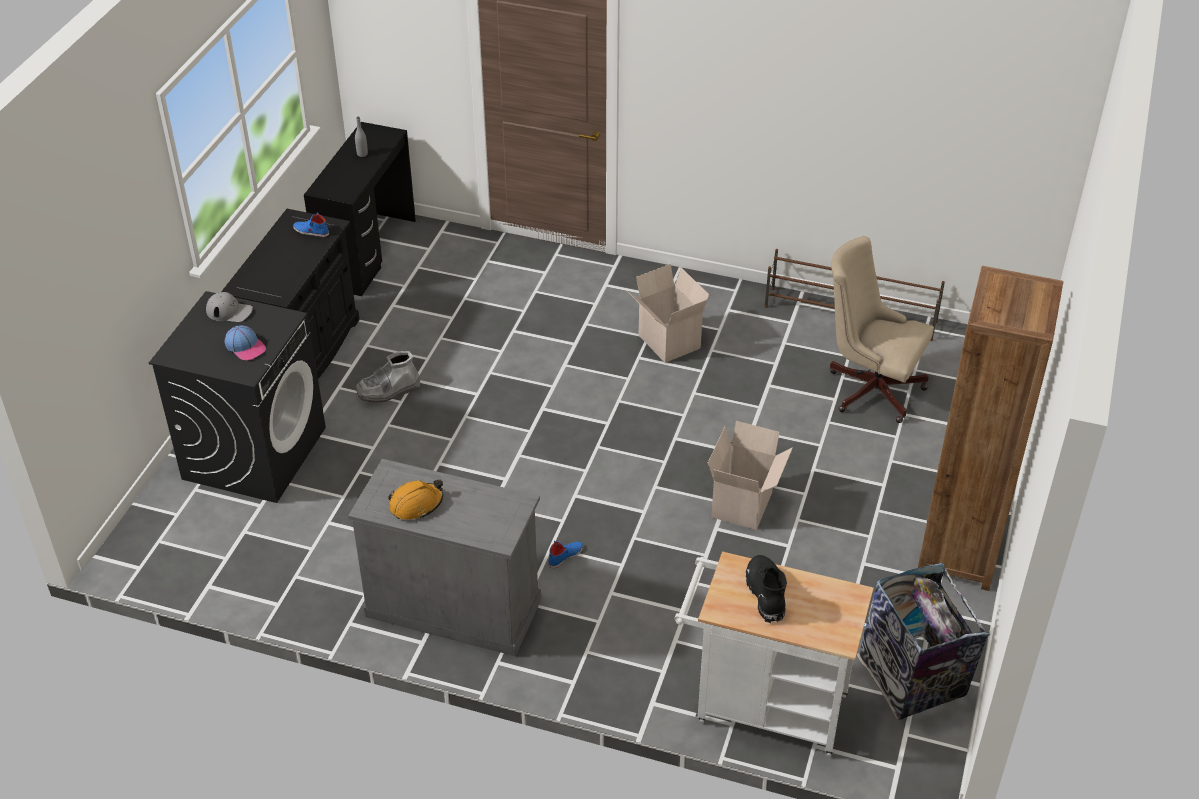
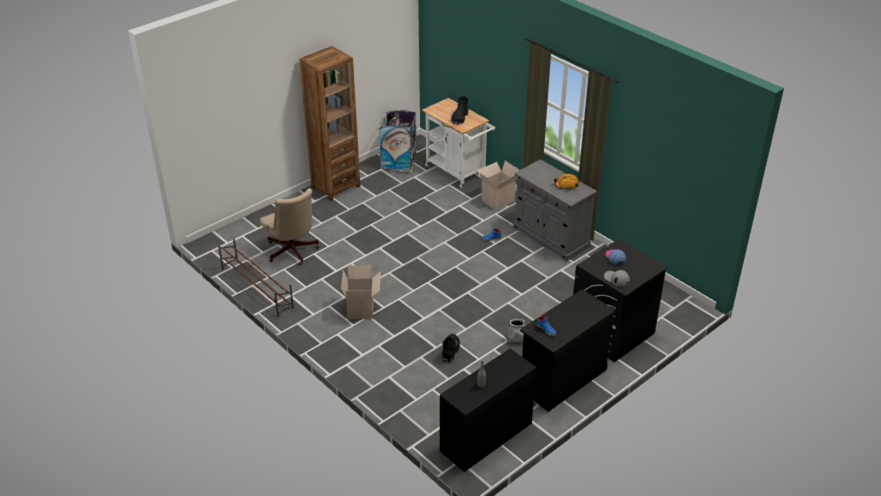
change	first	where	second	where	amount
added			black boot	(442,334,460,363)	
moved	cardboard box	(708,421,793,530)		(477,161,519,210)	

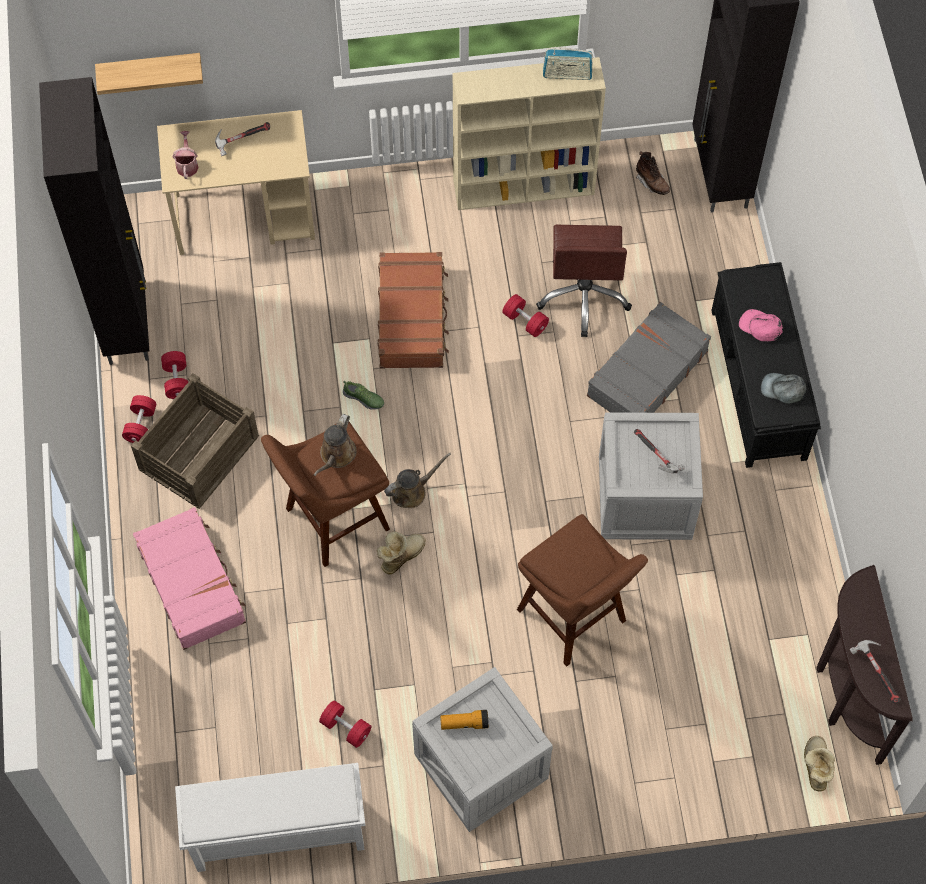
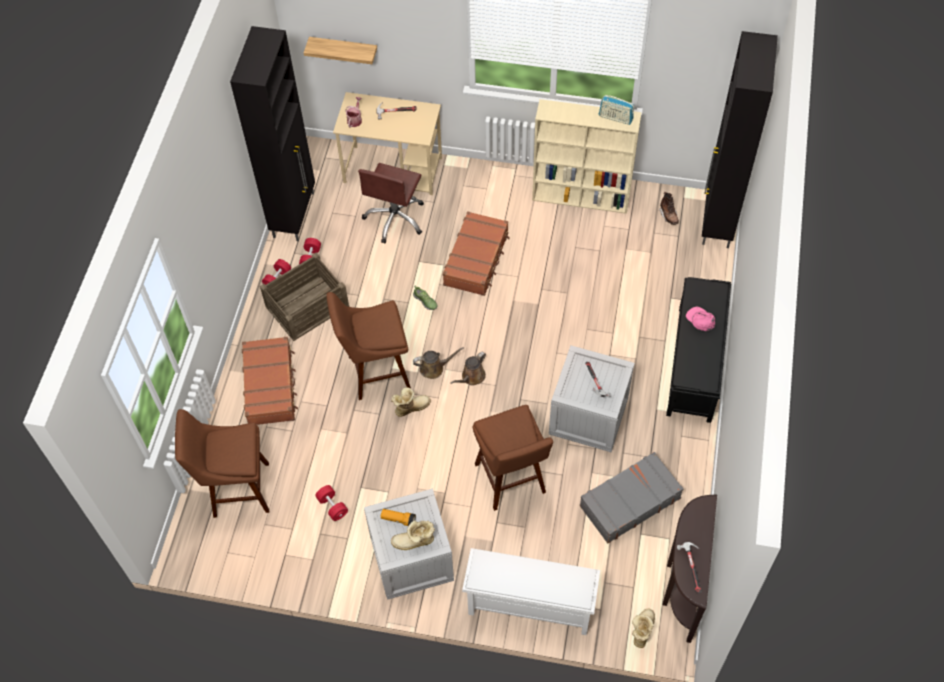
change	first	where	second	where	amount
removed	red dumbbell	(502,294,549,337)			
removed	grey cap	(761,373,806,404)			
added			brown stool	(175,409,269,518)	
added			boot	(391,521,435,550)	
moved	white shoe rack	(175,763,365,872)		(462,548,600,635)	
moved	brown watering can	(314,414,357,476)		(450,351,486,385)	
moved	brown office chair	(536,225,632,337)		(358,163,424,243)	
moved	grey suitcase	(587,302,711,413)		(580,452,684,543)	
recoloured	pink suitcase	(133,507,246,650)	brown suitcase	(242,337,298,425)	

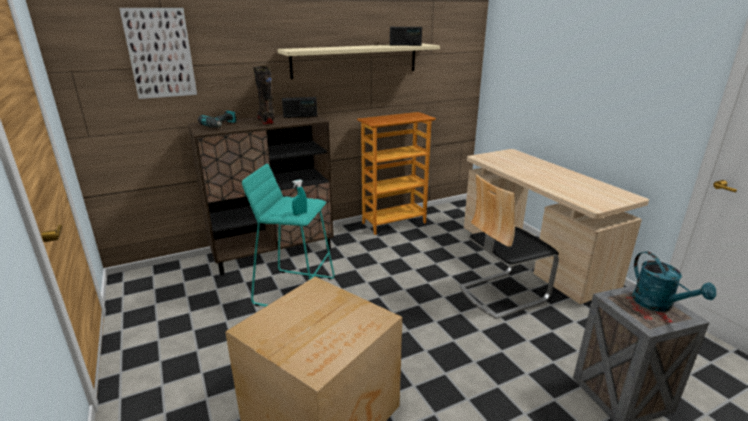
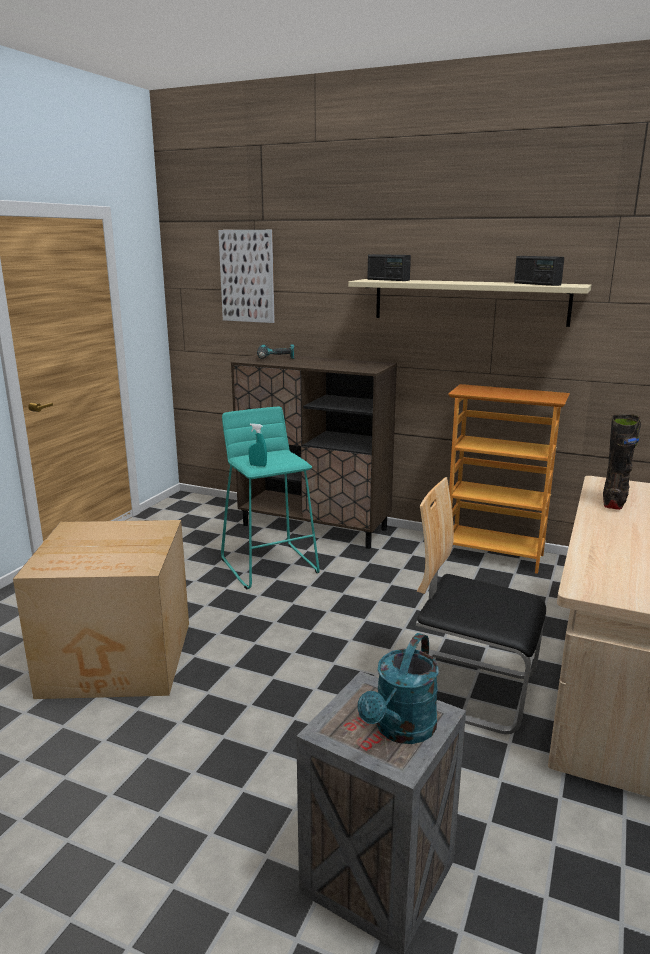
change	first	where	second	where	amount
moved	black boot	(253,66,275,124)		(603,414,641,510)	
moved	radio	(282,97,317,118)		(367,254,411,281)	

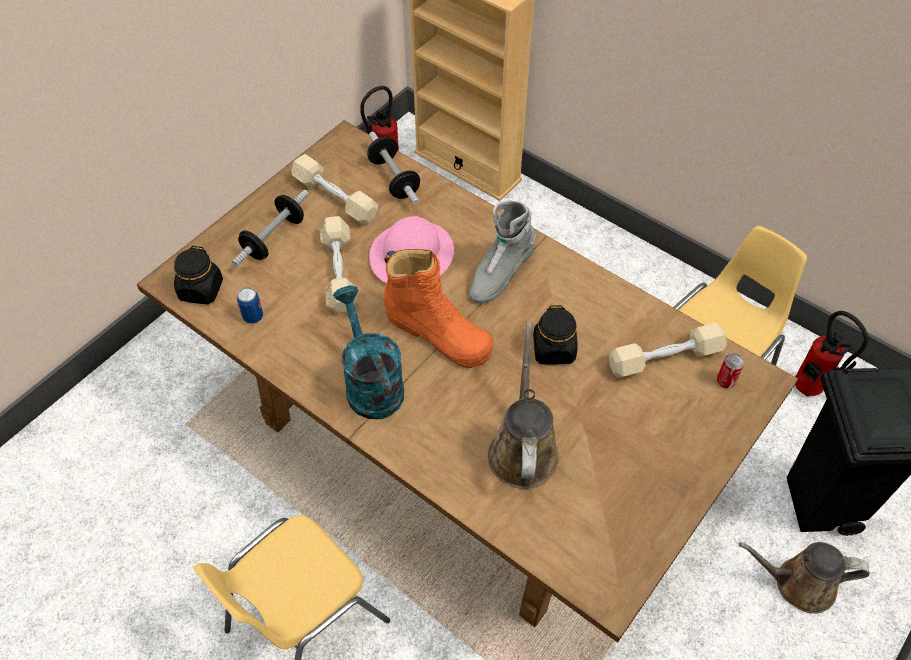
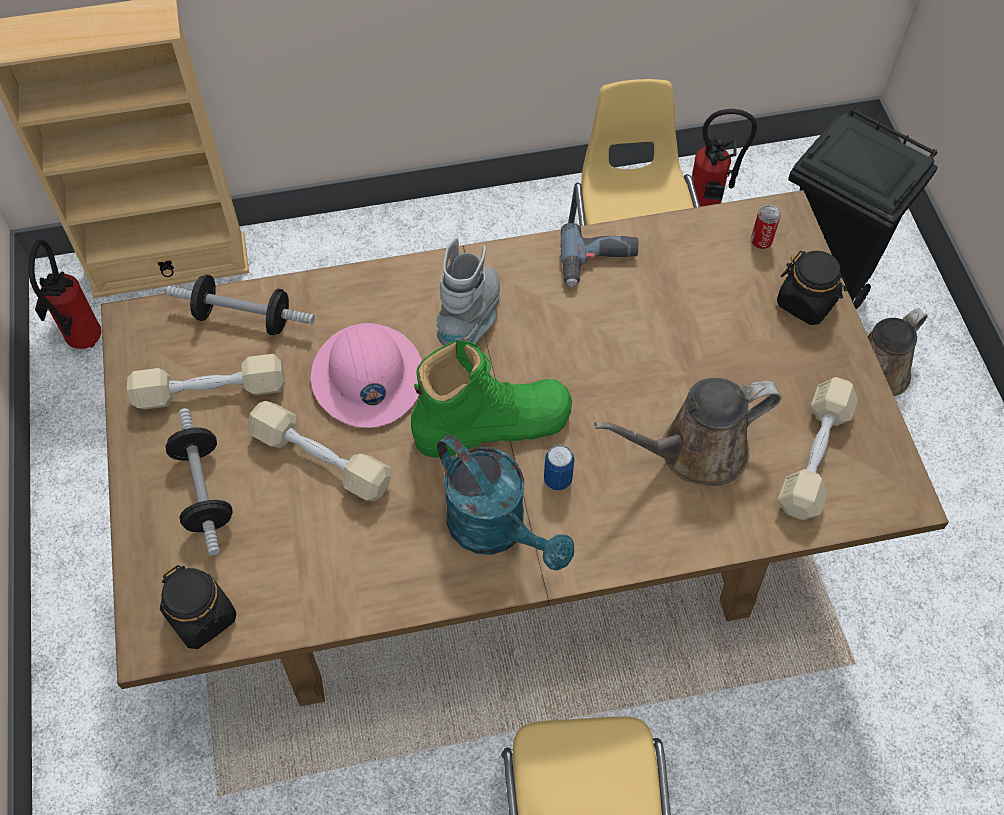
change	first	where	second	where	amount
added			power drill	(561,223,639,287)	
moved	can	(237,287,263,324)		(544,445,574,491)	
moved	black jar	(533,305,578,365)		(777,251,849,325)	
moved	beige dumbbell	(609,323,726,378)		(778,377,858,520)	
recoloured	orange boot	(384,249,493,368)	green boot	(411,340,572,458)	
turned	turquoise watering can	(333,285,404,419)		(437,434,574,570)	150 degrees counterclockwise
turned	grey boot	(470,200,536,304)		(436,237,500,345)	150 degrees counterclockwise
turned	brown watering can	(488,322,559,489)		(594,378,781,486)	60 degrees counterclockwise

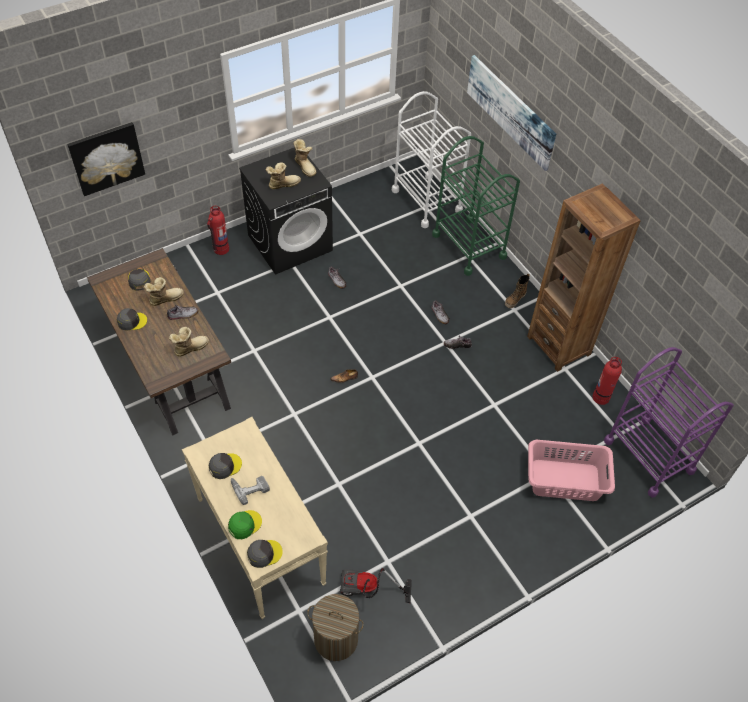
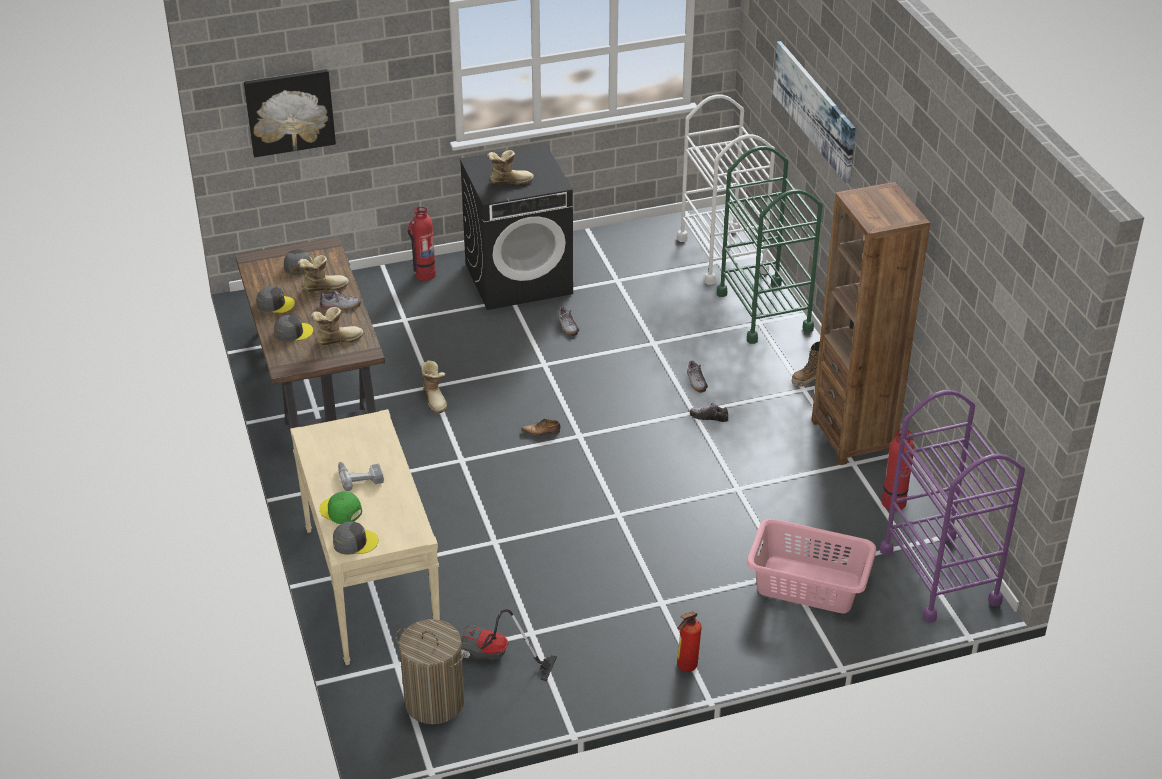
change	first	where	second	where	amount
added			fire extinguisher	(677,611,702,672)	
moved	grey cap	(209,453,242,479)		(274,315,313,342)	
moved	boot	(293,139,316,177)		(421,360,447,413)	
turned	green cap	(228,510,262,539)		(319,492,362,524)	120 degrees counterclockwise

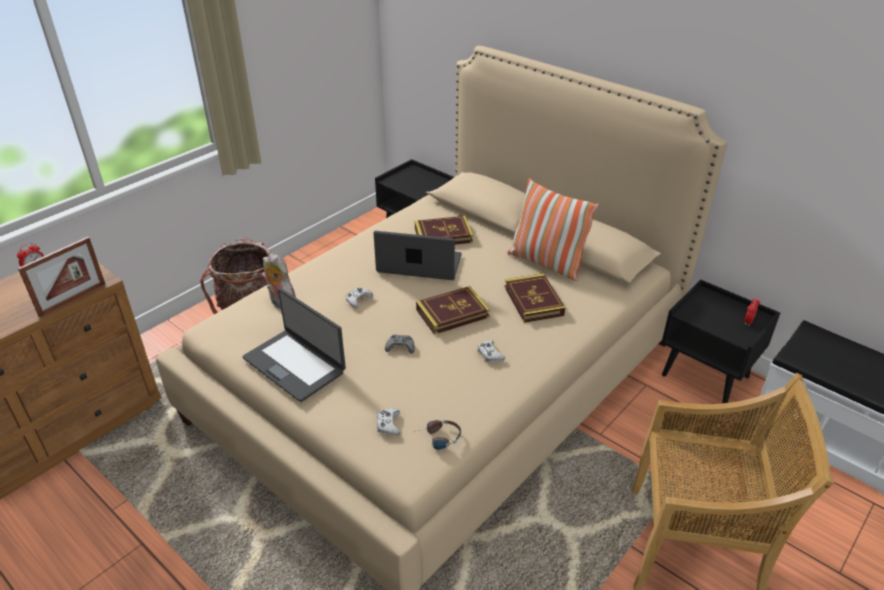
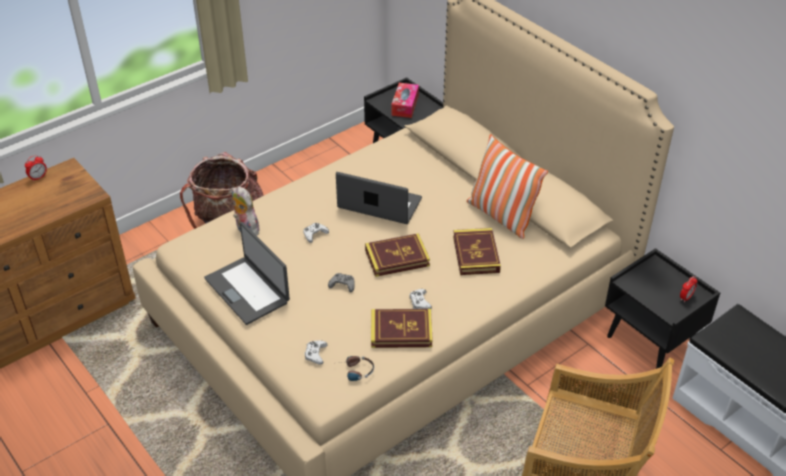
change	first	where	second	where	amount
removed	picture frame	(18,237,105,317)			
added			tissue box	(391,83,419,118)	
moved	book	(415,216,473,245)		(371,309,433,348)	

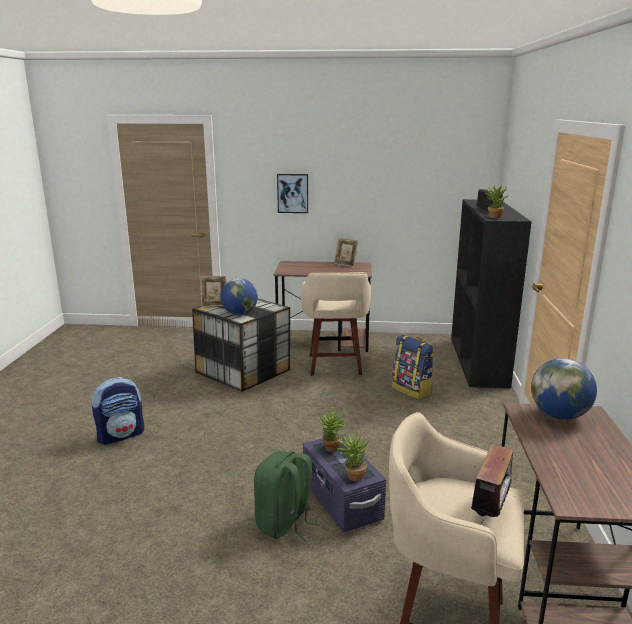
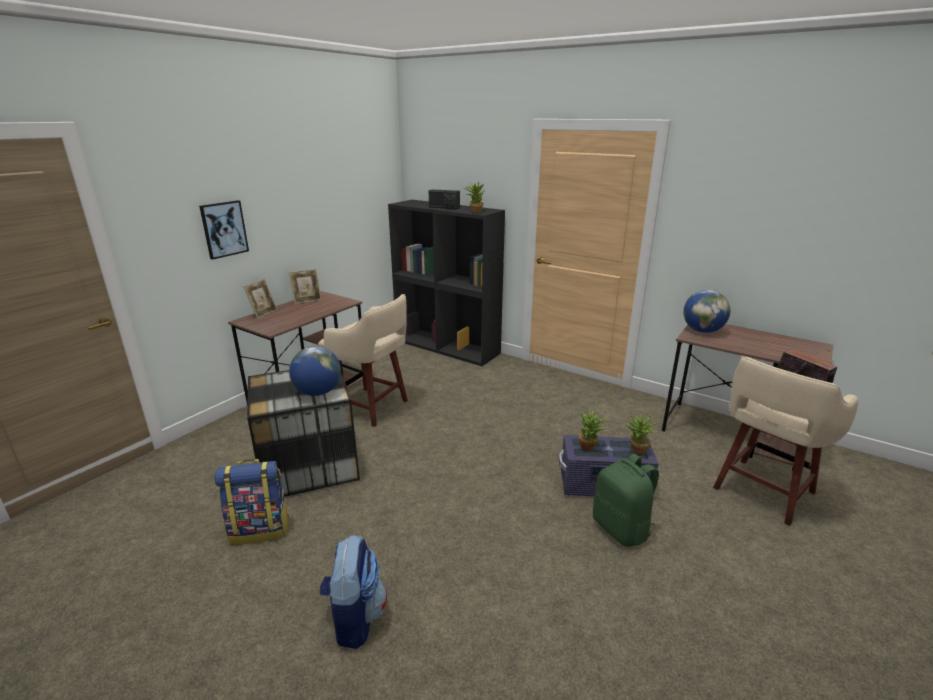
change	first	where	second	where	amount
moved	picture frame	(200,276,226,307)		(244,279,277,319)	
moved	backpack	(392,335,434,399)		(214,459,289,544)	

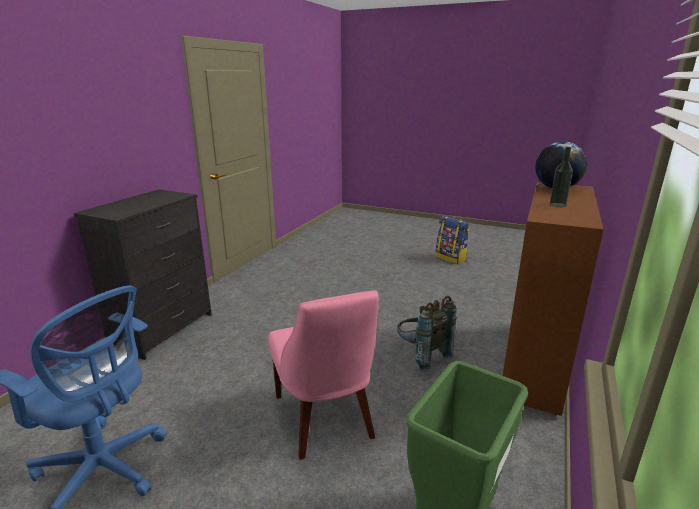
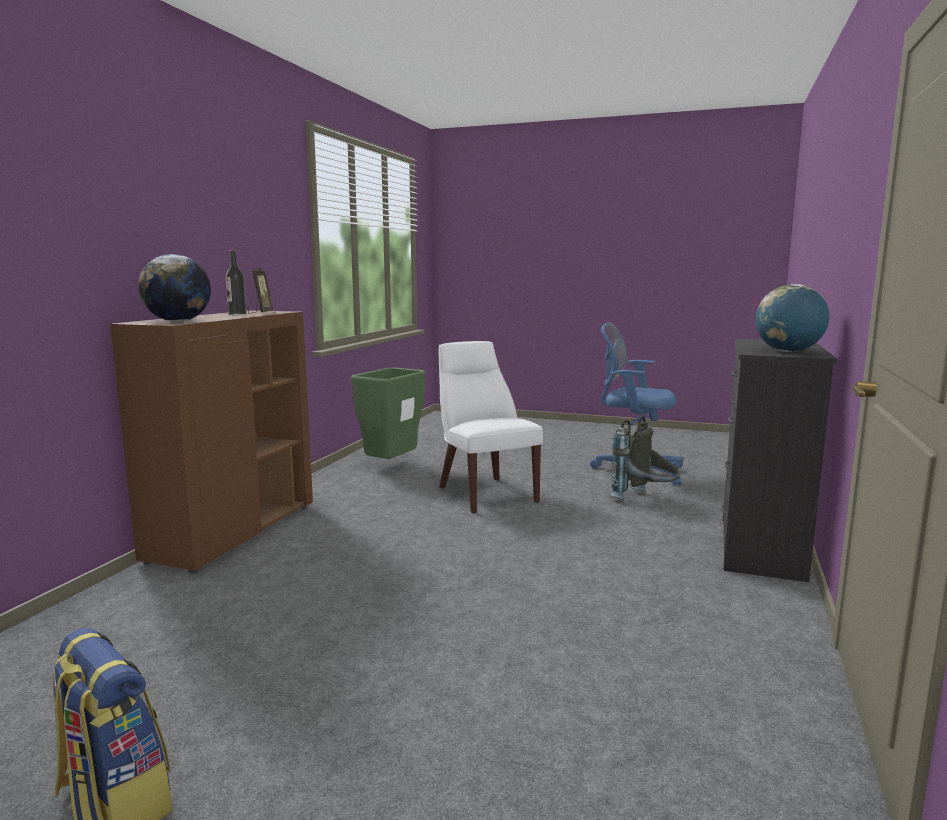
change	first	where	second	where	amount
added			picture frame	(248,266,273,314)	
added			globe	(755,284,829,352)	
moved	grey backpack	(397,296,457,372)		(610,416,680,500)	
recoloured	pink chair	(268,290,379,460)	white chair	(439,341,543,514)	

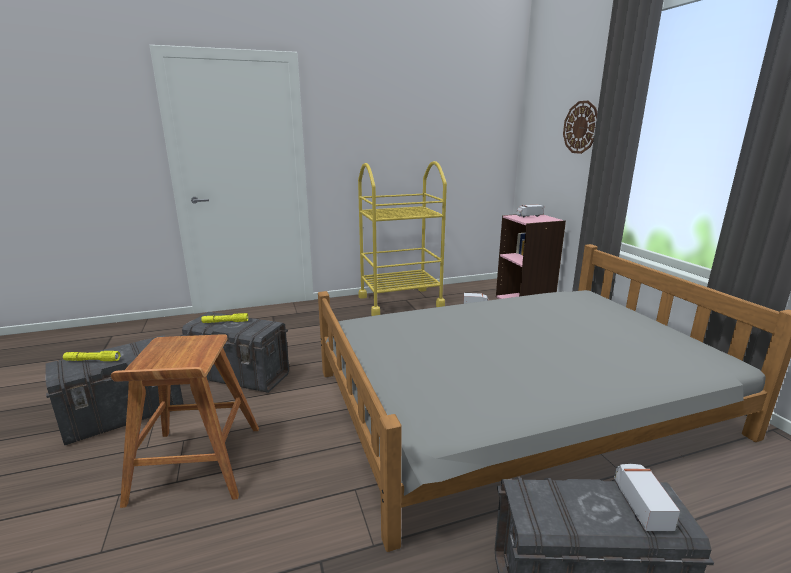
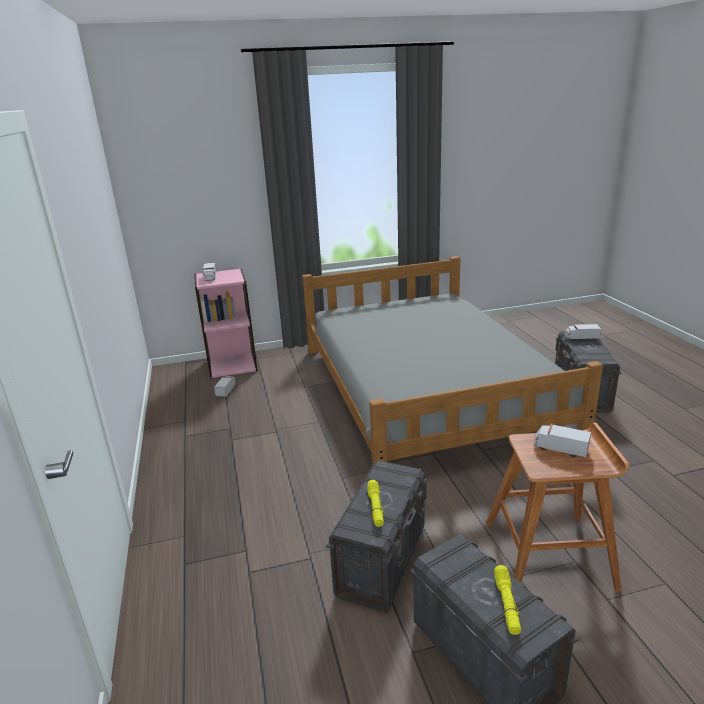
change	first	where	second	where	amount
removed	yellow cart	(358,161,447,316)			
removed	wall clock	(563,101,597,154)			
added			toy truck	(534,424,591,457)	

